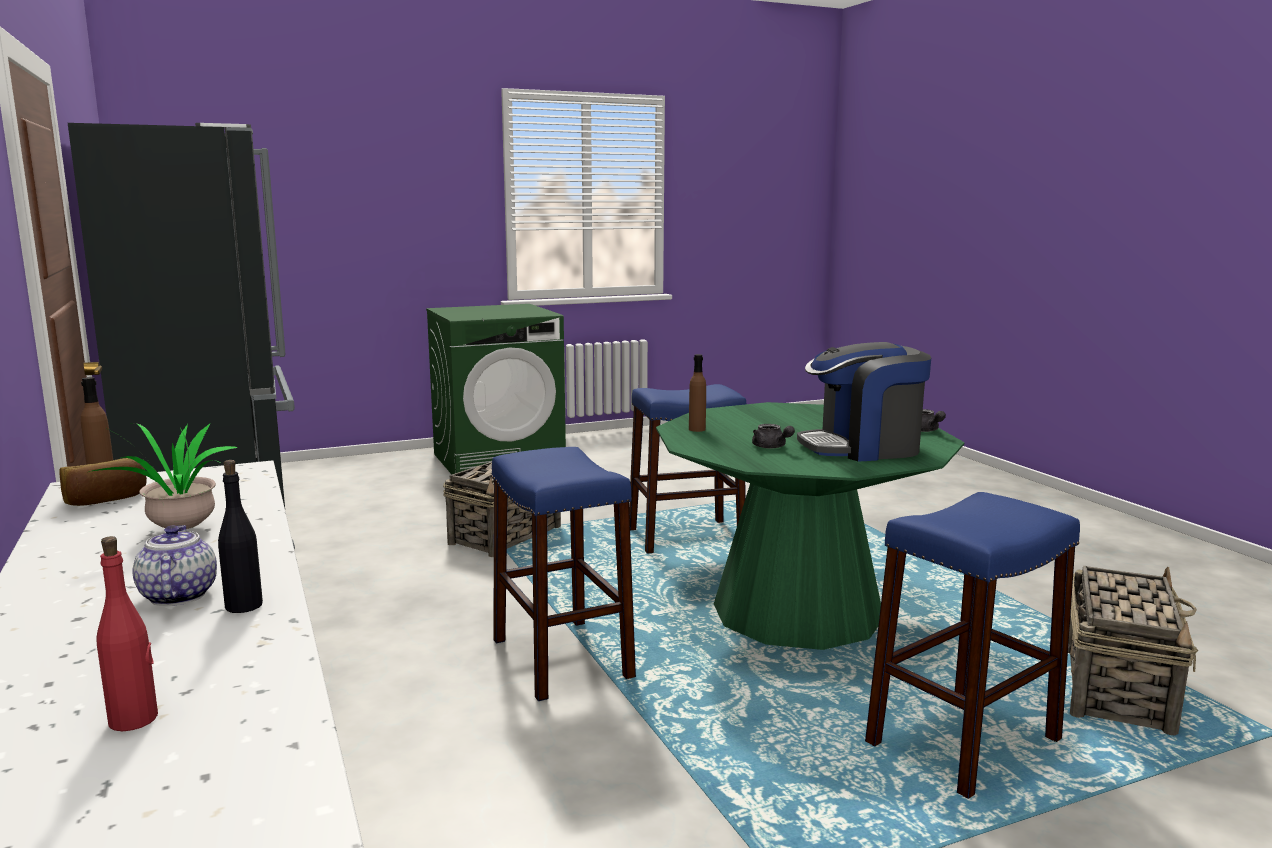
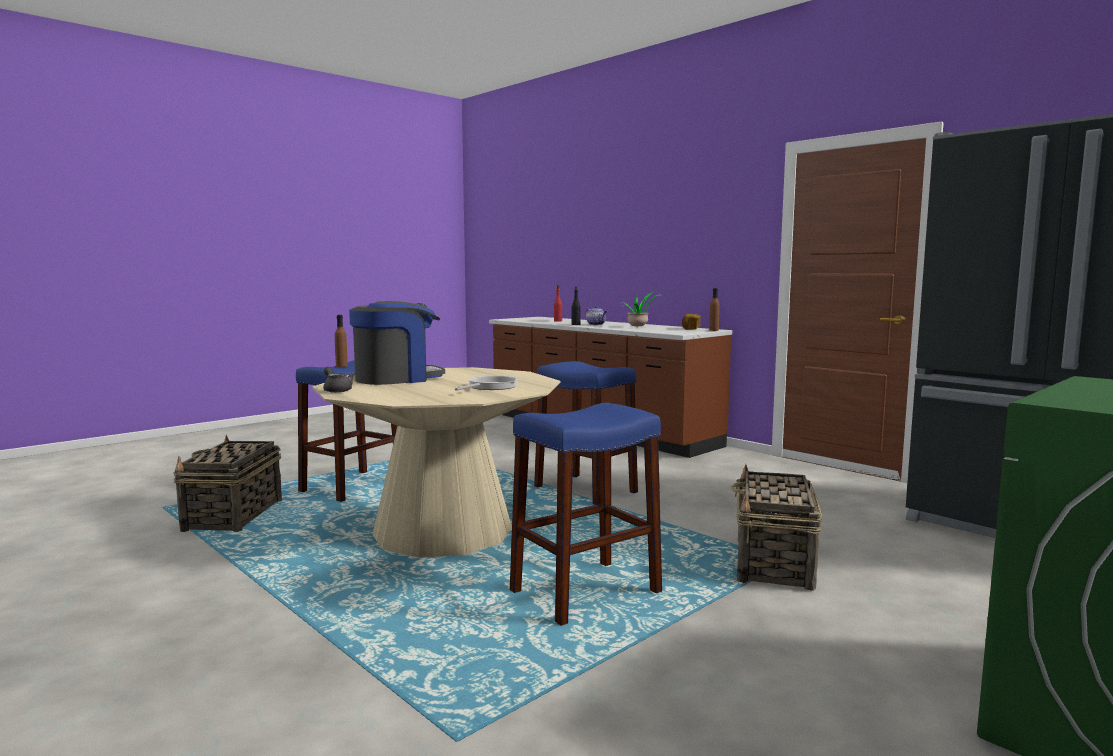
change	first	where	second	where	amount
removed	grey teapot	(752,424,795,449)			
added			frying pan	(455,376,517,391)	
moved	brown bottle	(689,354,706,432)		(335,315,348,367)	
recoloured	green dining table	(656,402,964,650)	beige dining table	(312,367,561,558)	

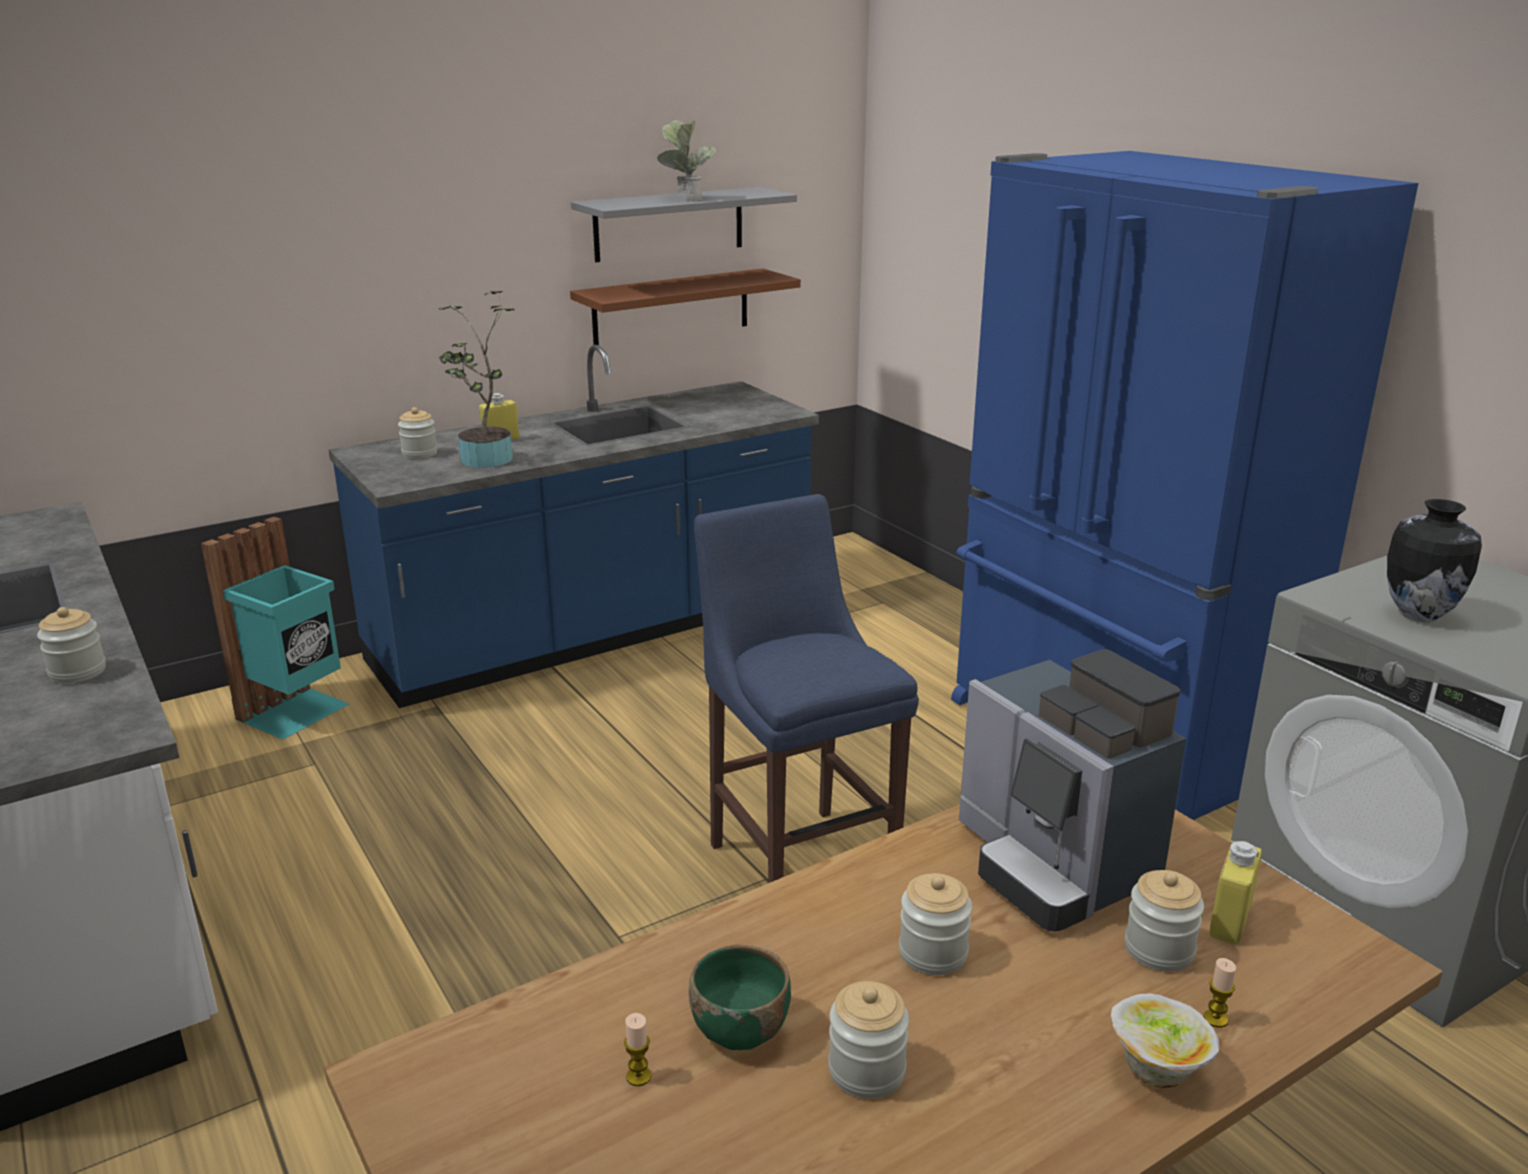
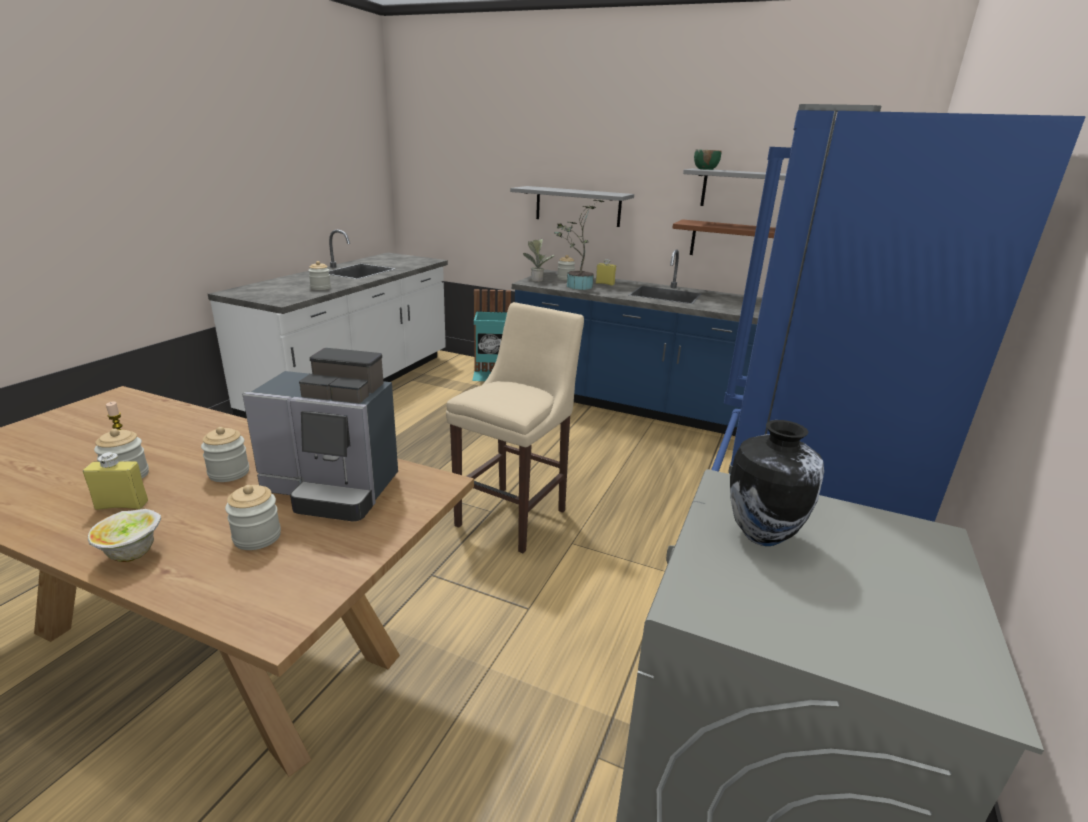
change	first	where	second	where	amount
removed	candle	(1204,958,1236,1028)			
added			grey shelf	(510,186,634,227)	
moved	potted plant	(657,120,716,201)		(523,239,555,282)	
moved	green bowl	(689,944,791,1050)		(694,149,721,170)	
moved	yellow bottle	(1209,841,1262,945)		(83,452,148,510)	
recoloured	blue stool	(694,494,919,883)	beige stool	(446,302,584,553)	
turned	coffee machine	(959,649,1186,932)		(242,348,398,521)	105 degrees counterclockwise

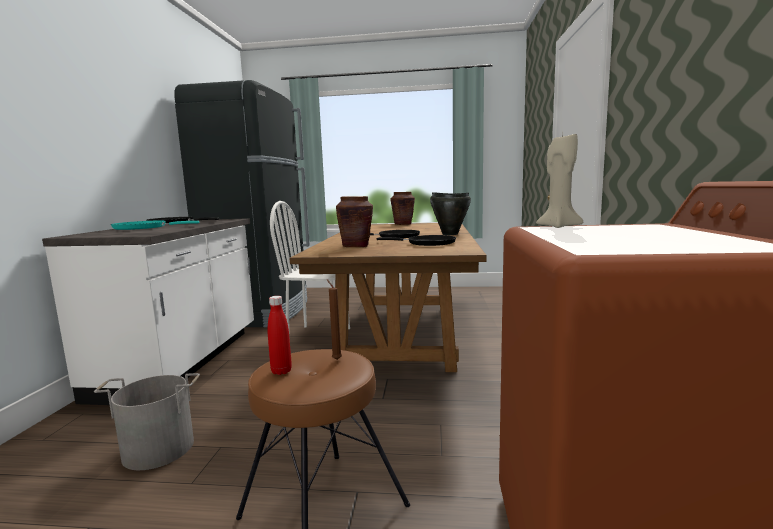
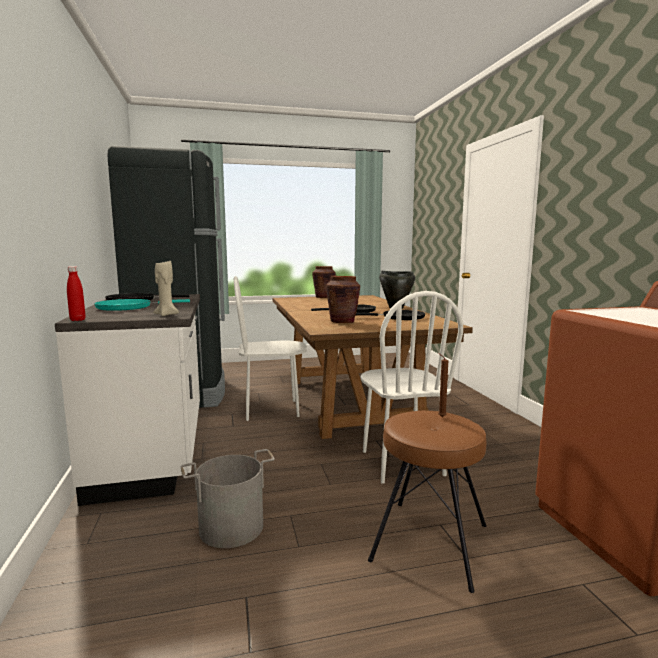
change	first	where	second	where	amount
added			white chair	(360,291,463,484)	
moved	red bottle	(268,296,292,375)		(67,266,86,321)	
moved	beige candle	(536,133,583,228)		(153,261,179,316)	

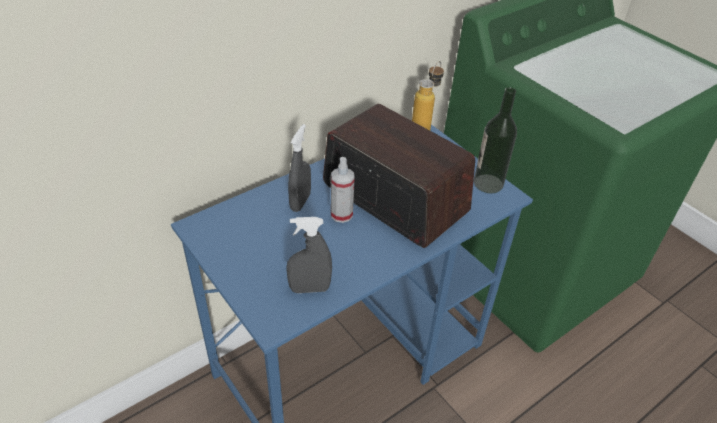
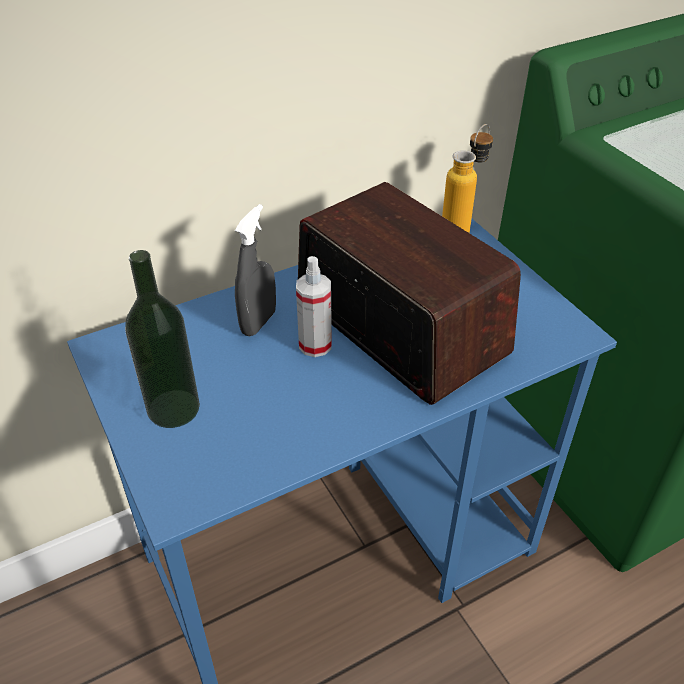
change	first	where	second	where	amount
removed	grey spray bottle	(286,217,332,293)			
moved	bottle	(474,87,517,193)		(125,250,200,428)	

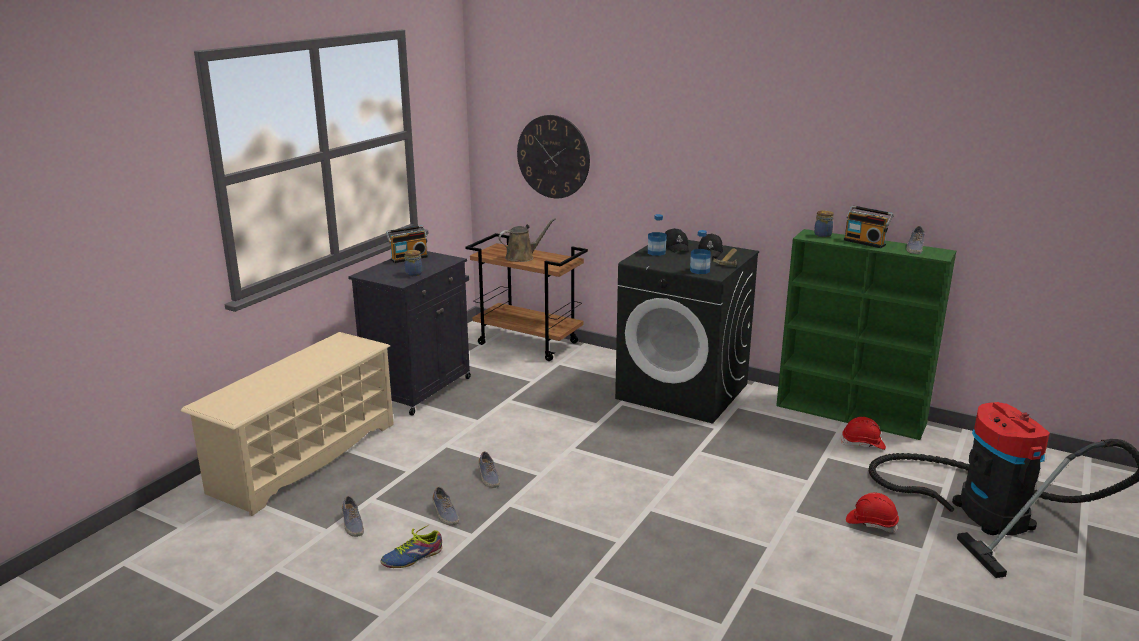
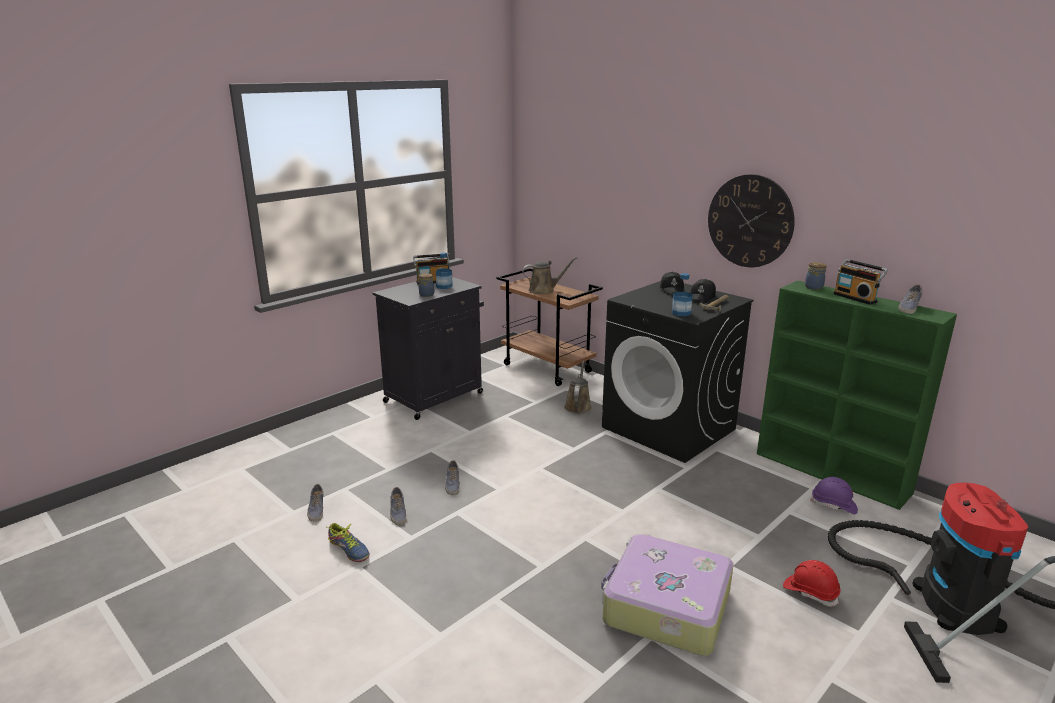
change	first	where	second	where	amount
removed	beige shoe rack	(181,332,394,516)			
added			brown watering can	(564,360,592,414)	
added			suitcase	(601,534,733,656)	
moved	wall clock	(517,115,590,198)		(708,174,795,267)	
moved	bottle	(648,214,667,256)		(436,253,453,289)	
recoloured	red hard hat	(841,417,886,450)	purple hard hat	(810,477,858,514)	
turned	shoe	(380,524,442,568)		(327,523,370,562)	120 degrees counterclockwise

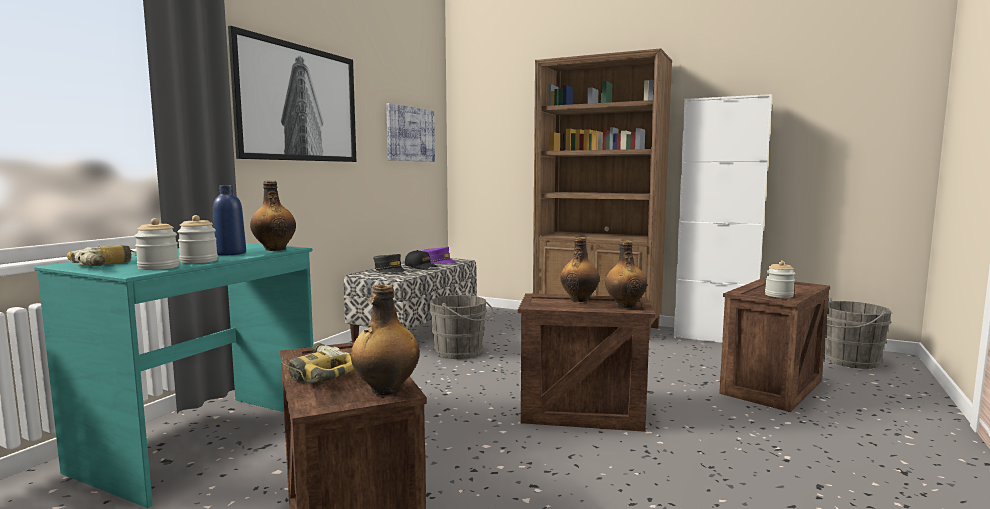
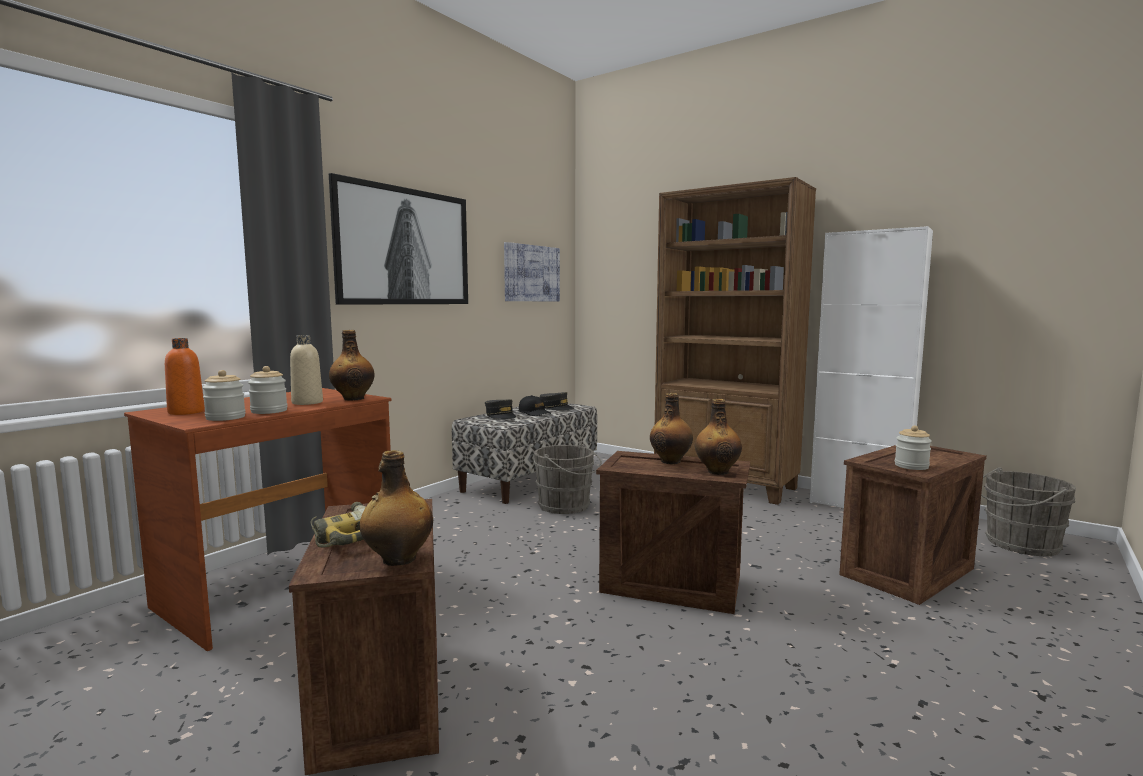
change	first	where	second	where	amount
replaced	power drill	(67,244,136,266)	orange bottle	(165,338,205,415)	
recoloured	turquoise desk	(34,243,313,508)	brown desk	(124,388,392,651)	
recoloured	blue bottle	(213,185,246,256)	beige bottle	(290,335,323,405)	
recoloured	purple cap	(423,247,456,264)	grey cap	(540,392,575,410)	

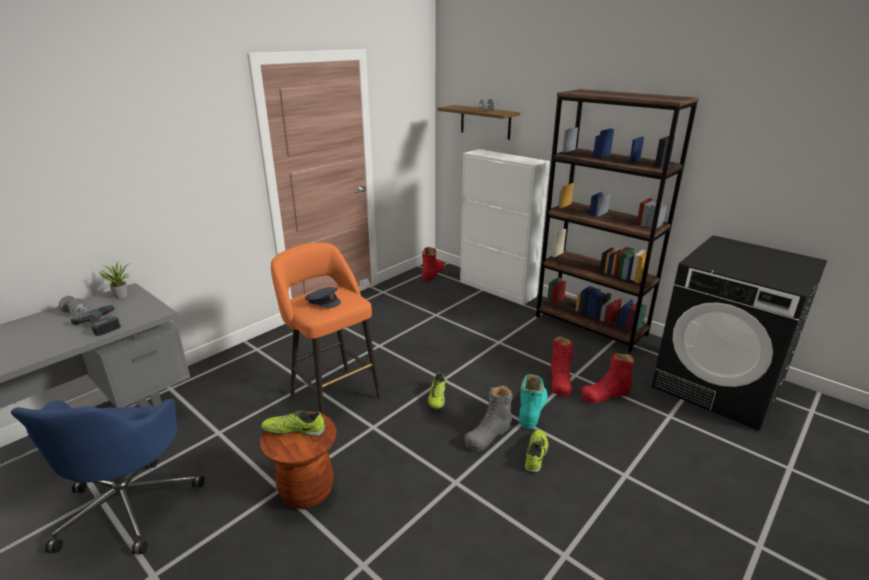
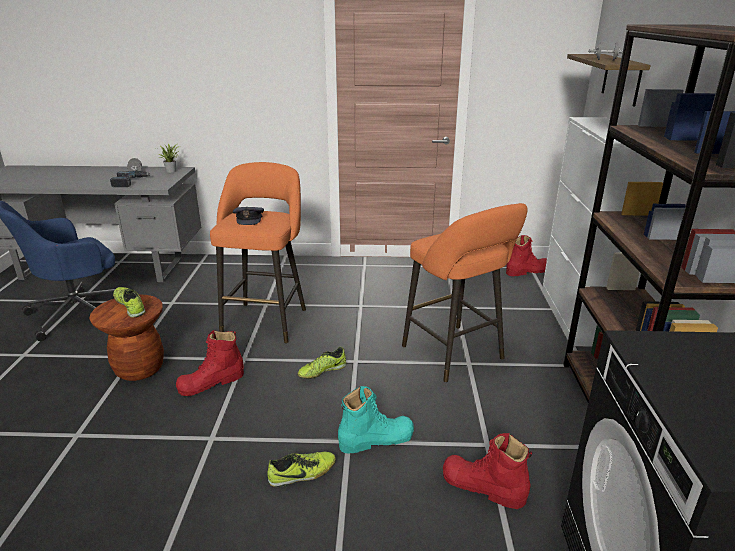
change	first	where	second	where	amount
removed	grey boot	(465,385,513,452)			
added			orange stool	(402,203,528,382)	
moved	red boot	(551,336,573,397)		(176,330,244,396)	

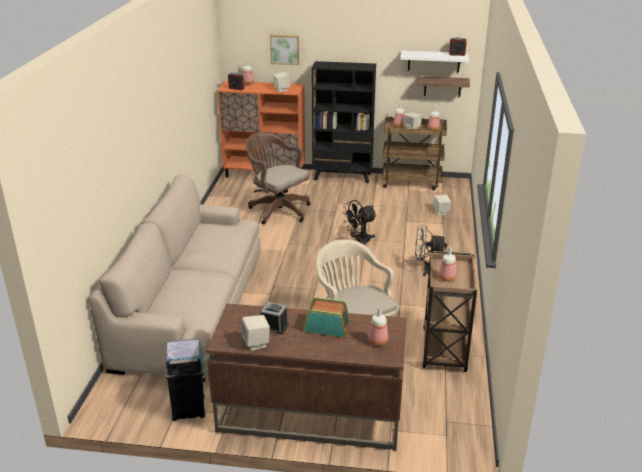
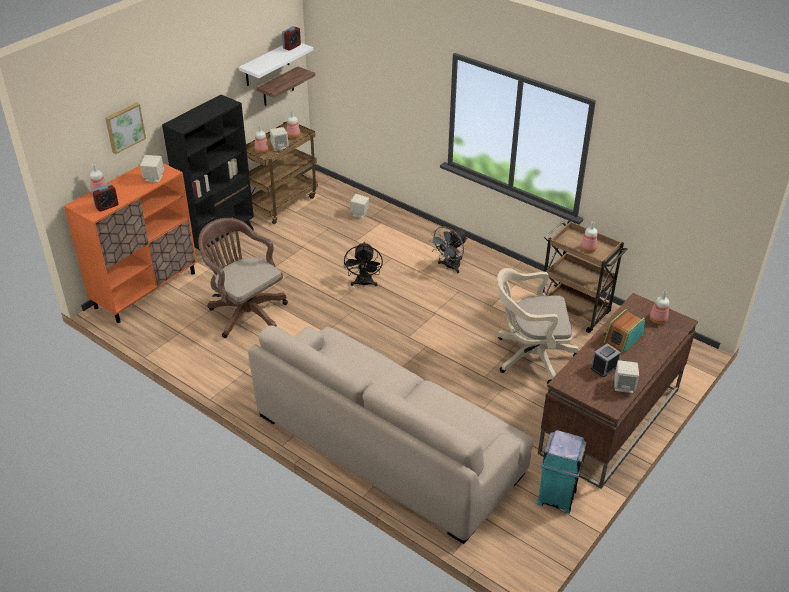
change	first	where	second	where	amount
turned	brown office chair	(246,132,311,225)		(199,218,288,338)	60 degrees clockwise

